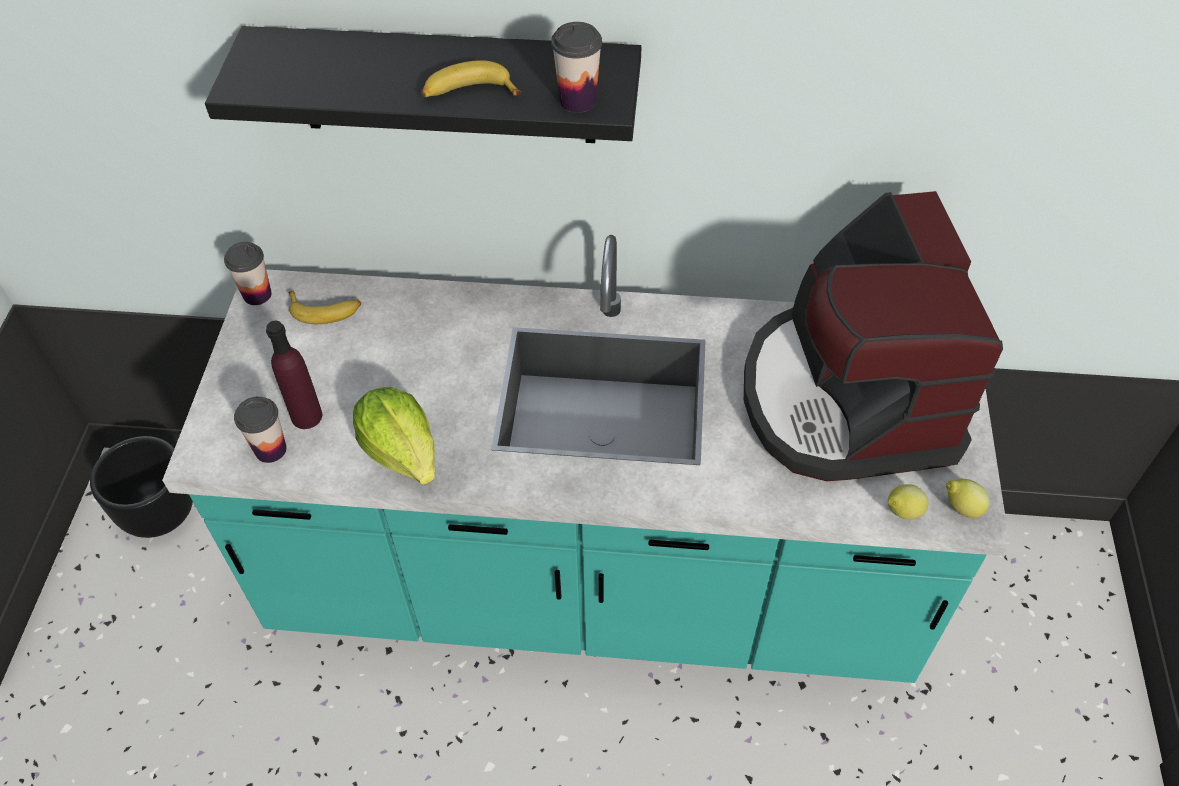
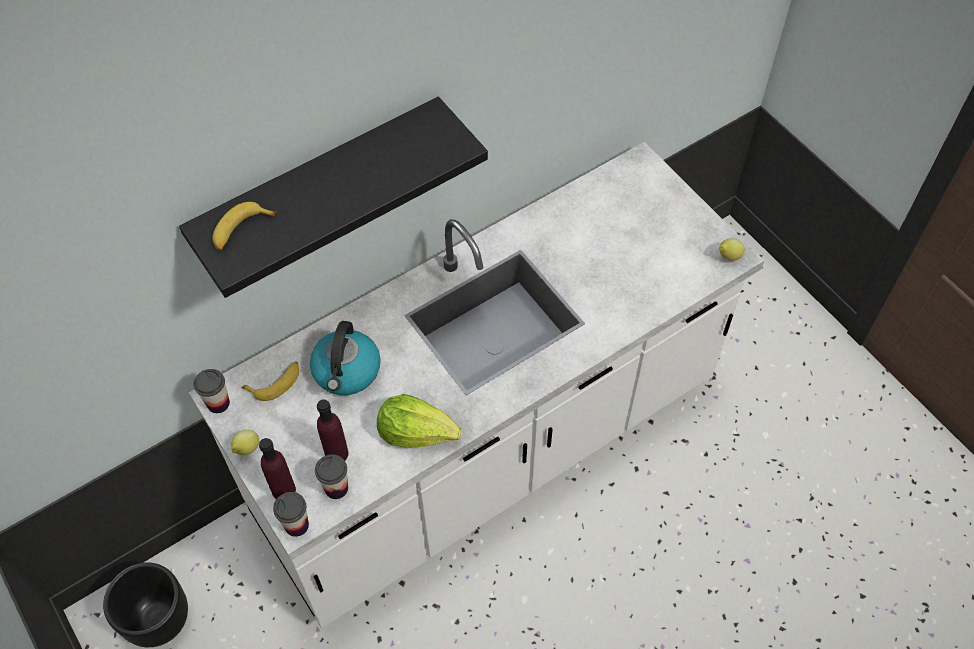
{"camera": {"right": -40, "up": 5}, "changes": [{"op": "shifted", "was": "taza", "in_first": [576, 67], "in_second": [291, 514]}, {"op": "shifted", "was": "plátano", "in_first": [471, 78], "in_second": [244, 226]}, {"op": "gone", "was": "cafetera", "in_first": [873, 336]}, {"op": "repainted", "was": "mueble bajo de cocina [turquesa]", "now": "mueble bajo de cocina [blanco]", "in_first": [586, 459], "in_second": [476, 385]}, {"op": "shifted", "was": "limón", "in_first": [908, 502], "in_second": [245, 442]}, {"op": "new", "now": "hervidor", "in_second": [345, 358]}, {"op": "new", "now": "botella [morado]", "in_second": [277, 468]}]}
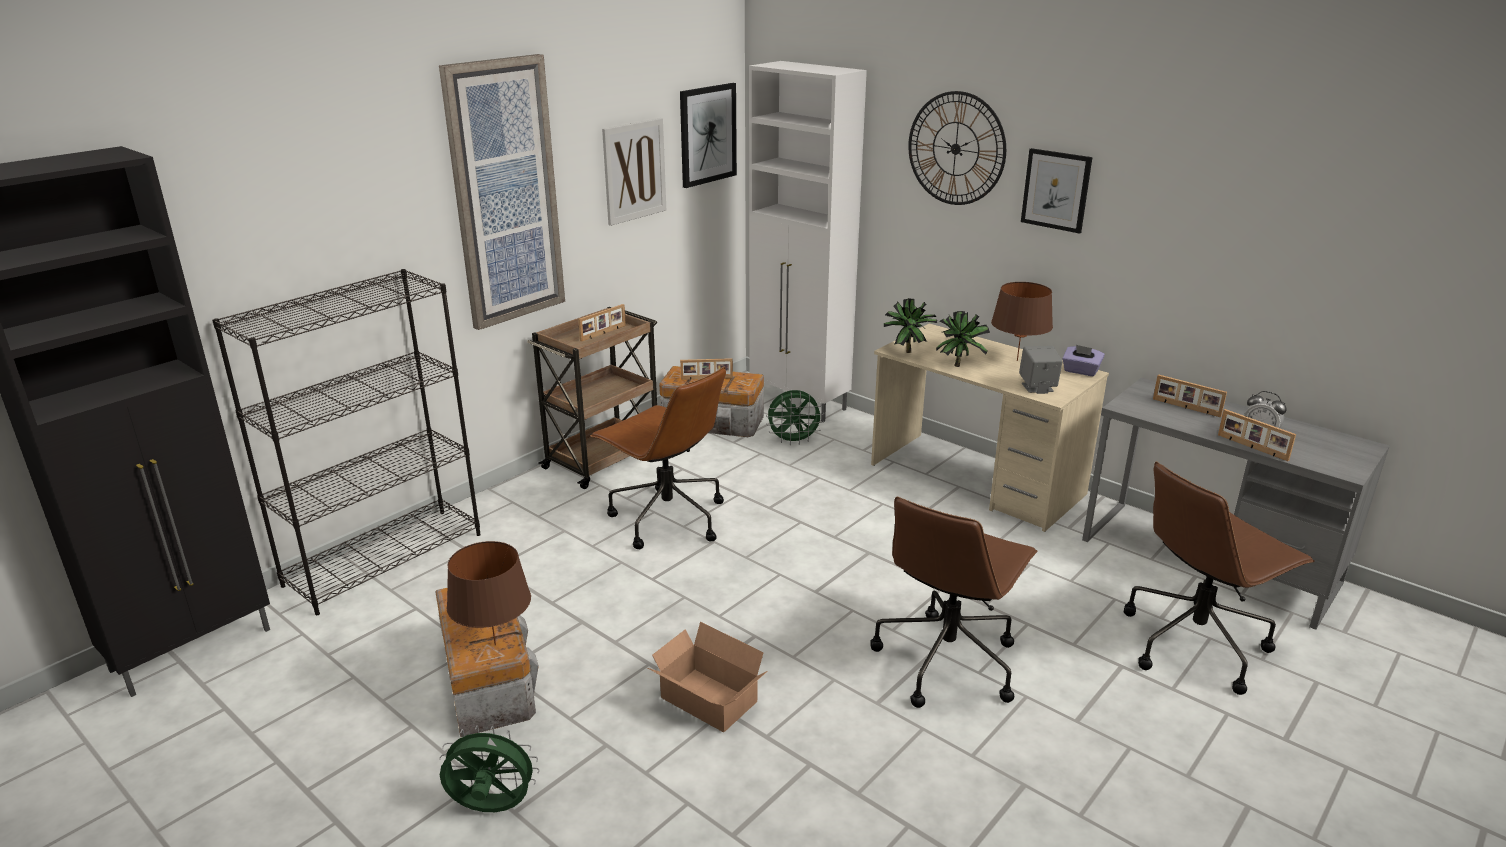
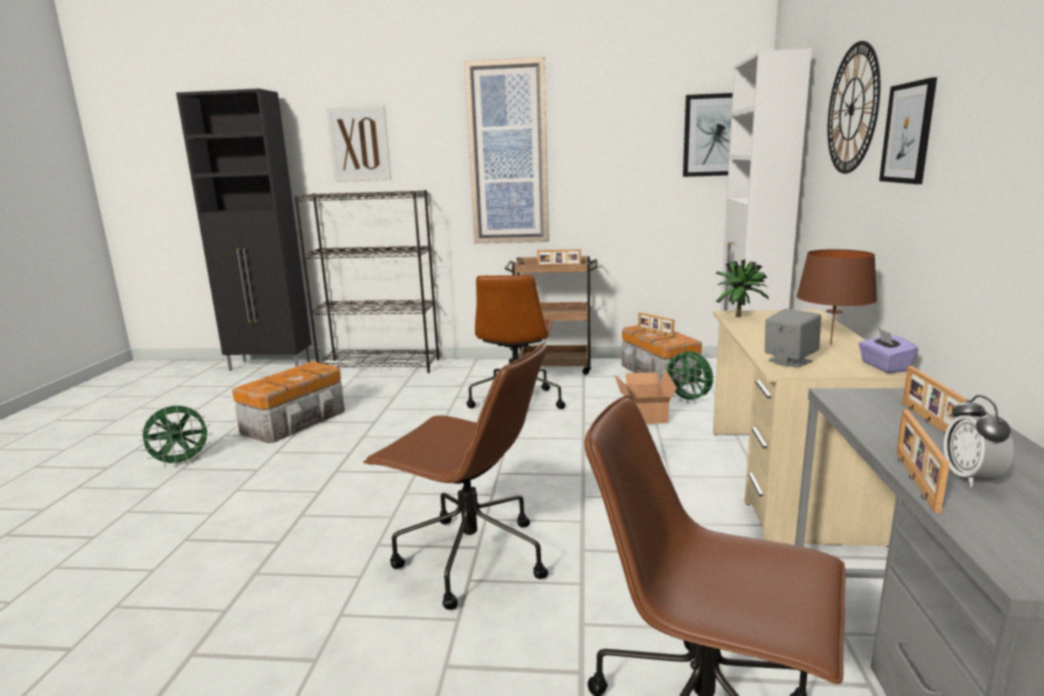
{"camera": {"right": 55, "up": -10}, "changes": [{"op": "shifted", "was": "cuadro", "in_first": [634, 172], "in_second": [358, 143]}, {"op": "gone", "was": "planta en maceta", "in_first": [963, 339]}, {"op": "rotated", "was": "silla de oficina [marrón]", "in_first": [954, 602], "in_second": [455, 476], "clockwise": -150}, {"op": "gone", "was": "lámpara de mesa [marrón]", "in_first": [489, 593]}, {"op": "shifted", "was": "caja de cartón", "in_first": [707, 677], "in_second": [645, 397]}, {"op": "rotated", "was": "ventilador [verde]", "in_first": [489, 768], "in_second": [175, 436], "clockwise": 90}]}
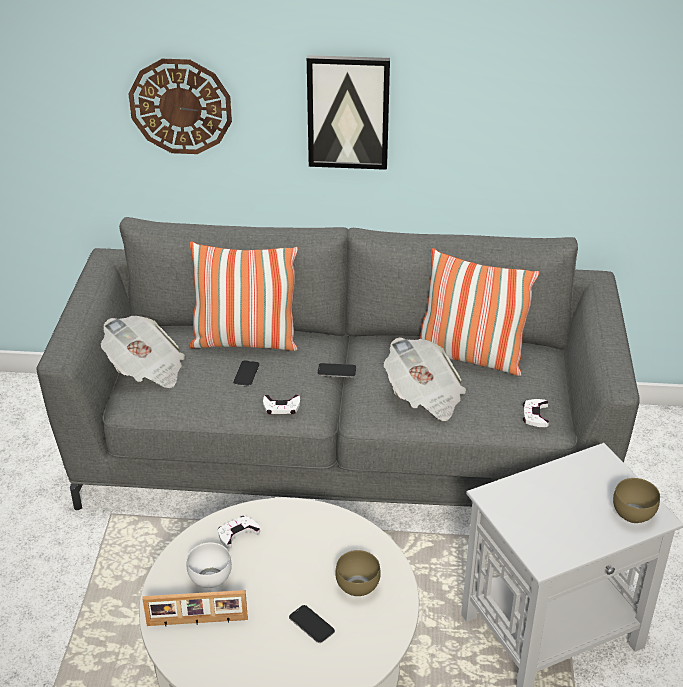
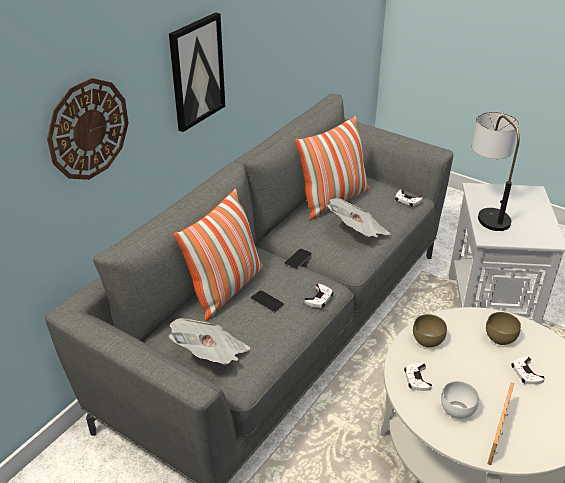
{"camera": {"right": -60, "up": 0}, "changes": [{"op": "shifted", "was": "cuenco [marrón]", "in_first": [636, 500], "in_second": [430, 331]}, {"op": "swapped", "was": "móvil", "now": "mando de consola [blanco]", "in_first": [312, 624], "in_second": [528, 370]}, {"op": "new", "now": "lámpara de mesa", "in_second": [496, 171]}]}
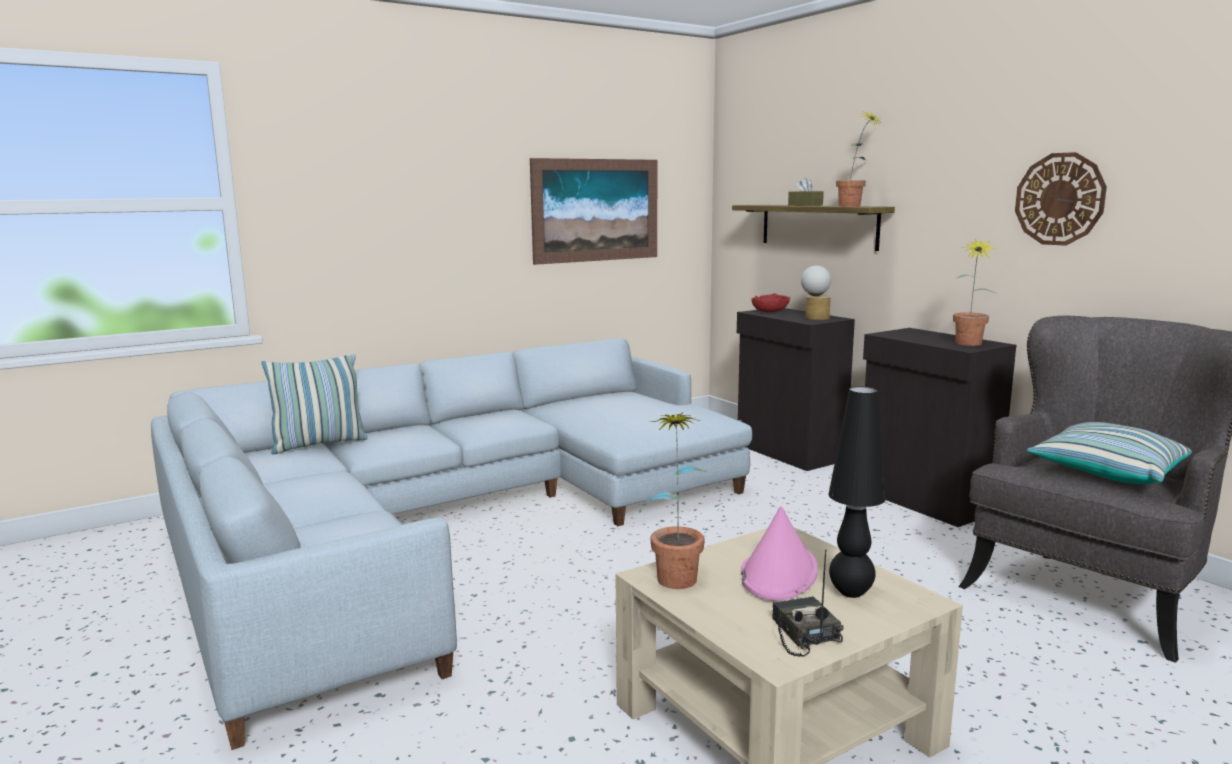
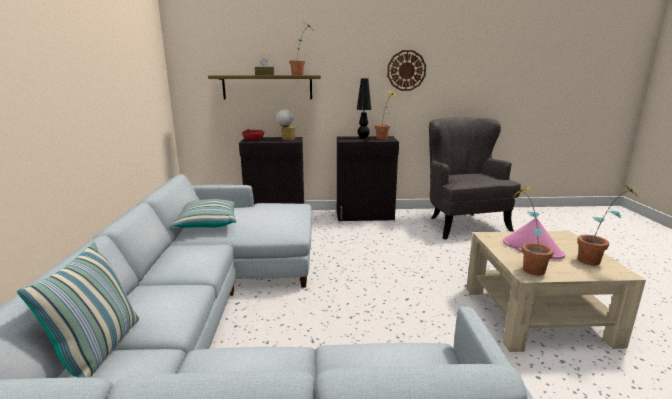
{"camera": {"right": -60, "up": 5}, "changes": [{"op": "gone", "was": "cuadro", "in_first": [593, 211]}, {"op": "shifted", "was": "lámpara de mesa [negro]", "in_first": [857, 492], "in_second": [364, 108]}, {"op": "shifted", "was": "cojín", "in_first": [1109, 453], "in_second": [203, 213]}, {"op": "swapped", "was": "radio", "now": "planta en maceta", "in_first": [808, 603], "in_second": [607, 224]}]}
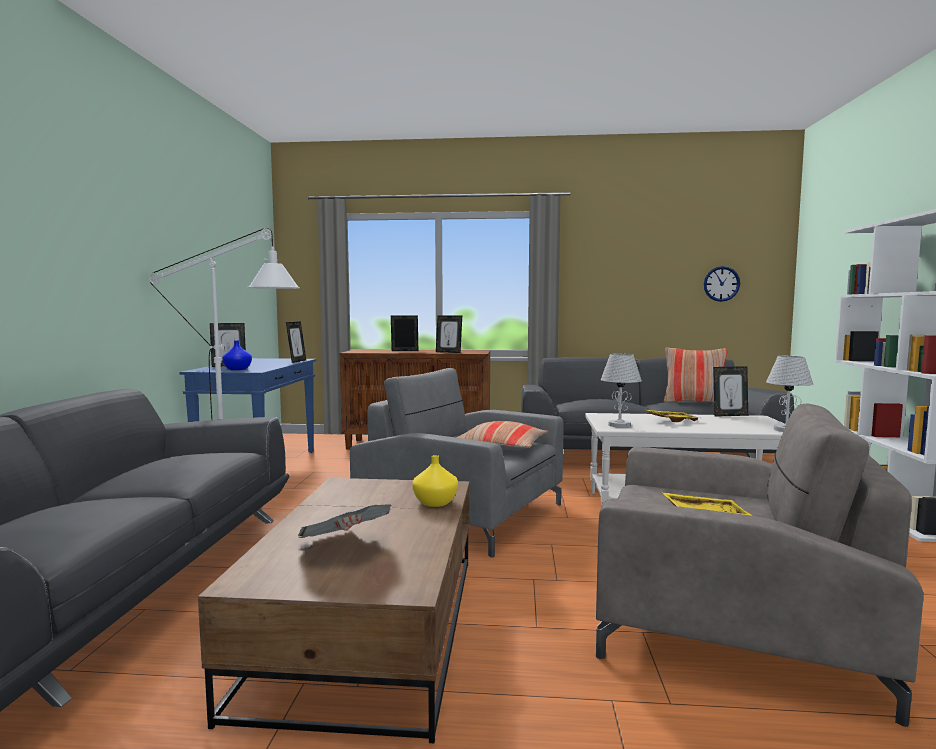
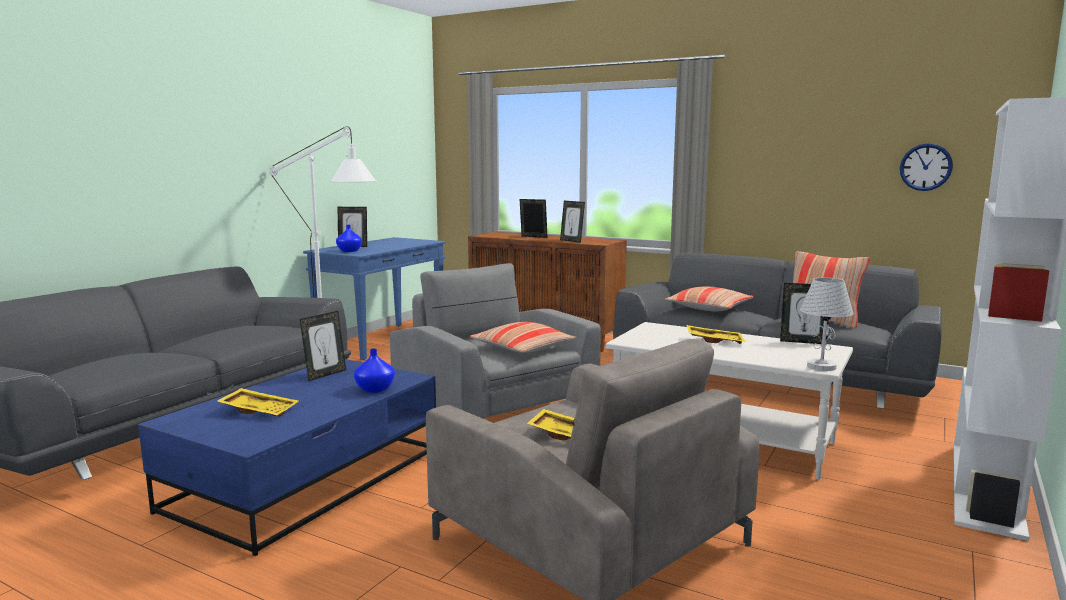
{"camera": {"right": 25, "up": 5}, "changes": [{"op": "shifted", "was": "portarretratos", "in_first": [296, 342], "in_second": [323, 346]}, {"op": "gone", "was": "lámpara de mesa [blanco]", "in_first": [621, 391]}, {"op": "repainted", "was": "florero [amarillo]", "now": "florero [azul]", "in_first": [435, 481], "in_second": [374, 370]}, {"op": "repainted", "was": "mesa de centro [marrón]", "now": "mesa de centro [azul]", "in_first": [334, 610], "in_second": [287, 457]}, {"op": "swapped", "was": "periódico", "now": "bandeja [amarillo]", "in_first": [345, 521], "in_second": [258, 402]}, {"op": "new", "now": "cojín", "in_second": [709, 299]}]}
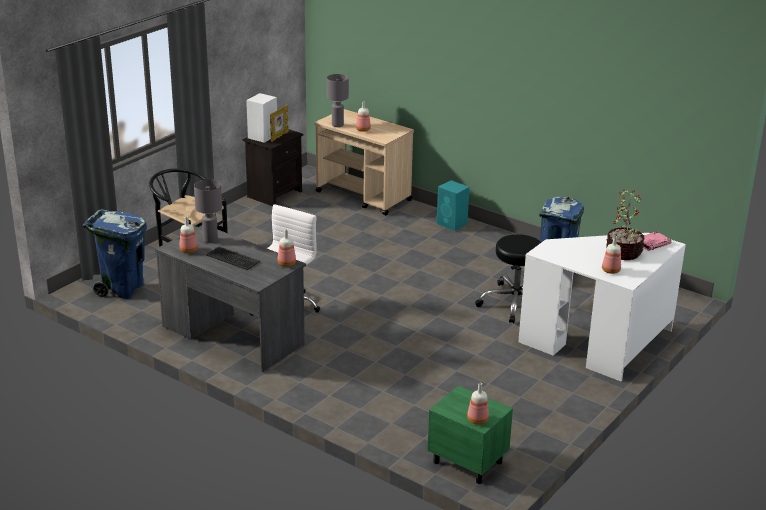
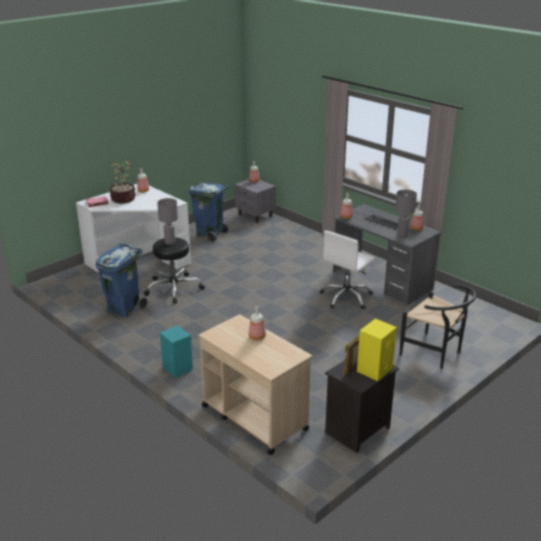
{"camera": {"right": -170, "up": 0}, "changes": [{"op": "shifted", "was": "lámpara de mesa [gris]", "in_first": [338, 100], "in_second": [167, 221]}, {"op": "repainted", "was": "altavoz [blanco]", "now": "altavoz [amarillo]", "in_first": [261, 118], "in_second": [377, 350]}, {"op": "shifted", "was": "papelera [azul]", "in_first": [114, 254], "in_second": [209, 212]}, {"op": "repainted", "was": "mesita de noche [verde]", "now": "mesita de noche [gris]", "in_first": [470, 434], "in_second": [255, 201]}]}
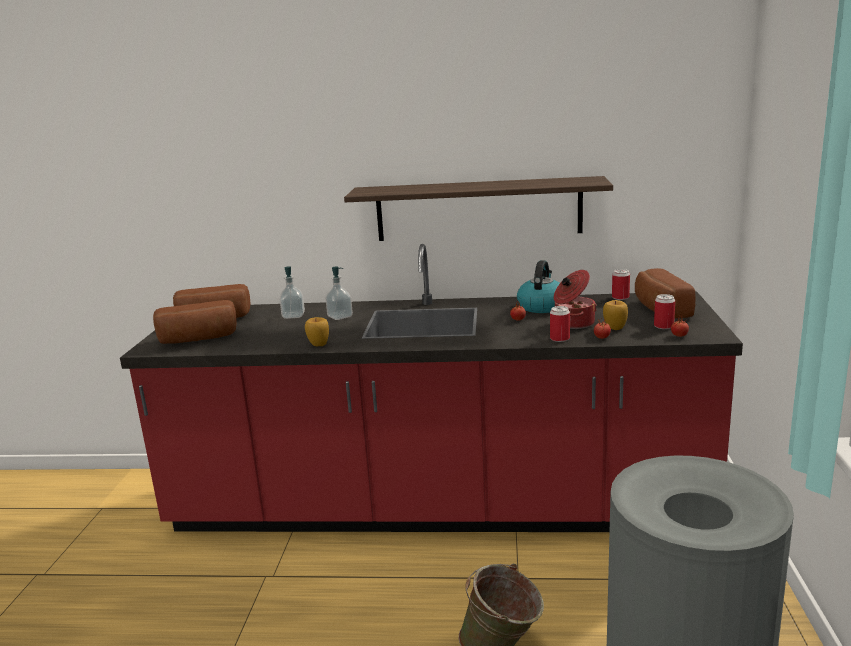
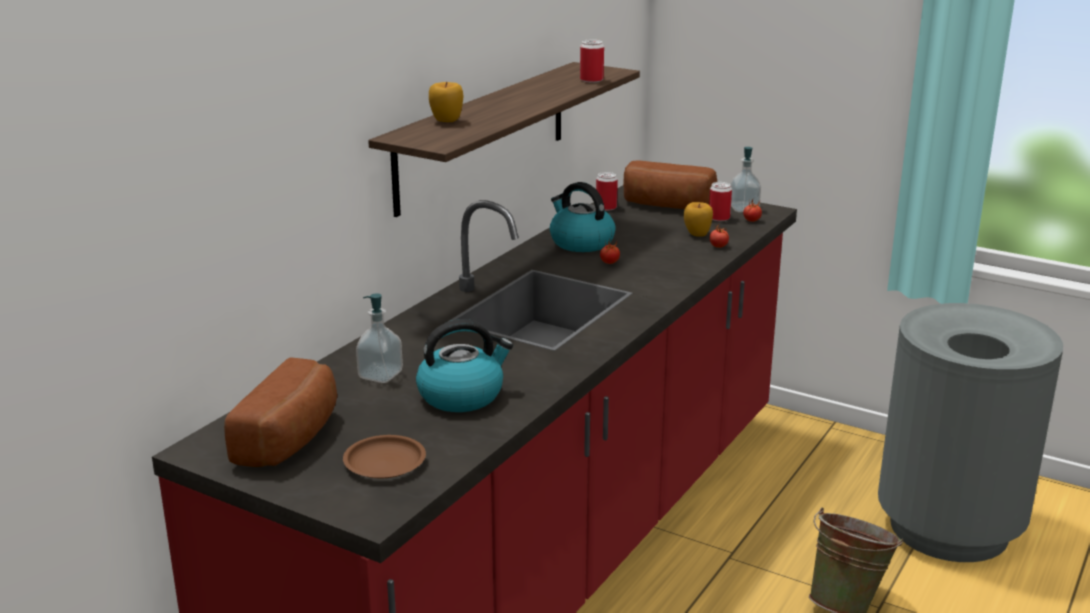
{"camera": {"right": -65, "up": 5}, "changes": [{"op": "shifted", "was": "dispensador de jabón", "in_first": [339, 293], "in_second": [745, 179]}, {"op": "gone", "was": "olla", "in_first": [575, 299]}, {"op": "swapped", "was": "pan", "now": "plato [marrón]", "in_first": [195, 322], "in_second": [384, 456]}, {"op": "shifted", "was": "lata", "in_first": [560, 324], "in_second": [592, 61]}, {"op": "shifted", "was": "manzana", "in_first": [317, 332], "in_second": [446, 102]}, {"op": "new", "now": "hervidor", "in_second": [464, 365]}]}
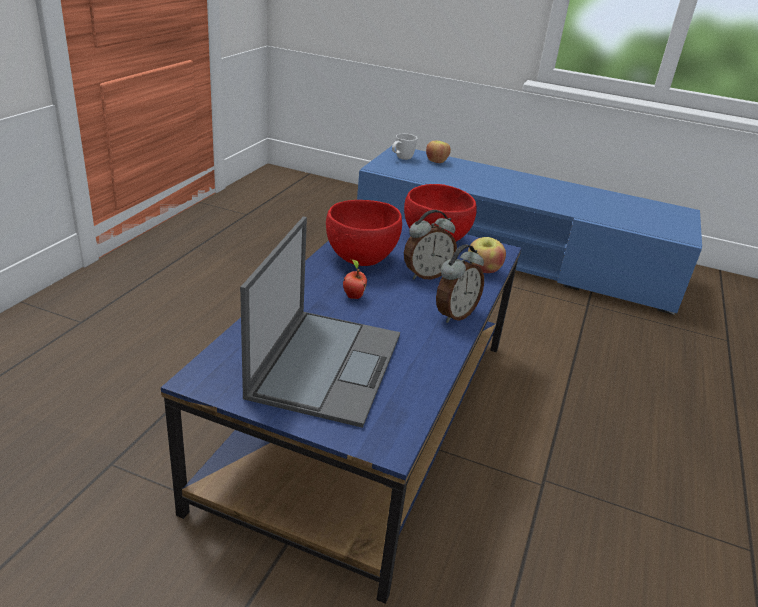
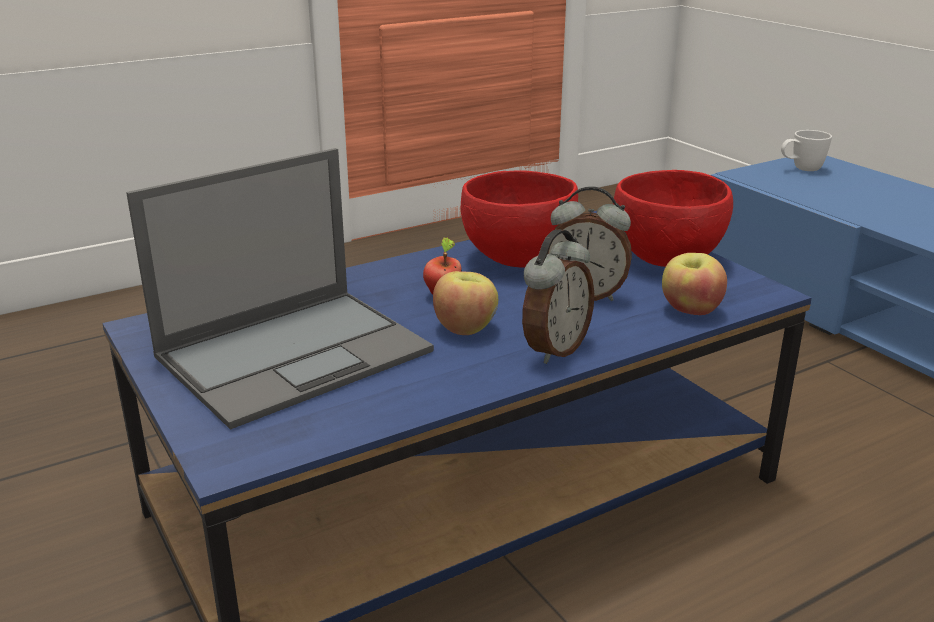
{"camera": {"right": 40, "up": -5}, "changes": [{"op": "shifted", "was": "manzana", "in_first": [438, 152], "in_second": [465, 303]}, {"op": "rotated", "was": "despertador", "in_first": [460, 283], "in_second": [558, 296], "clockwise": -45}]}
